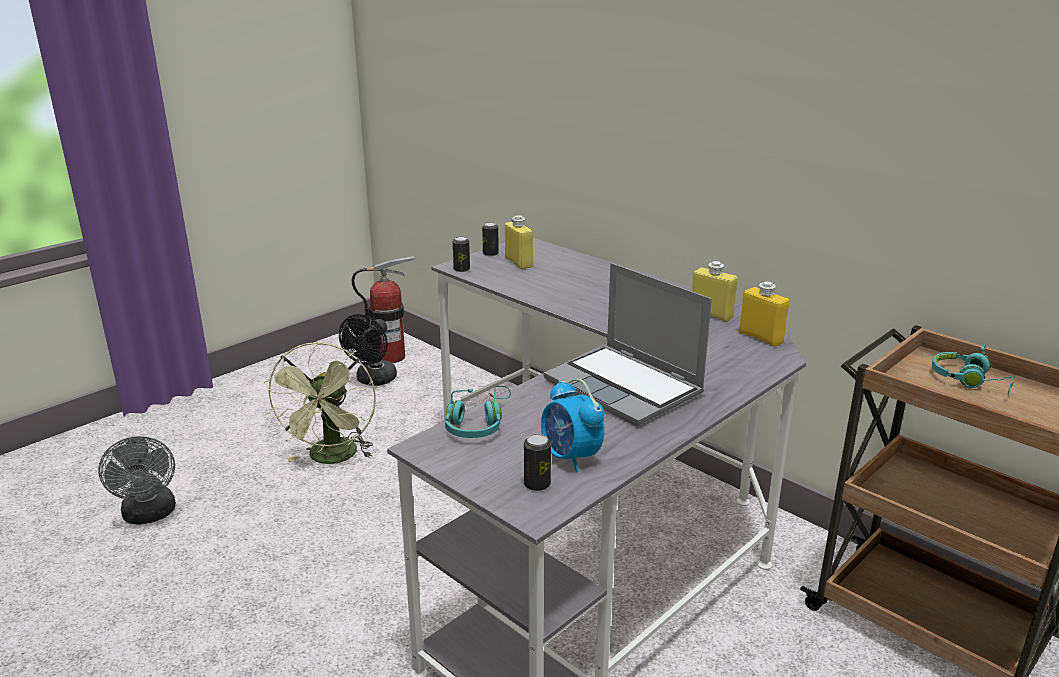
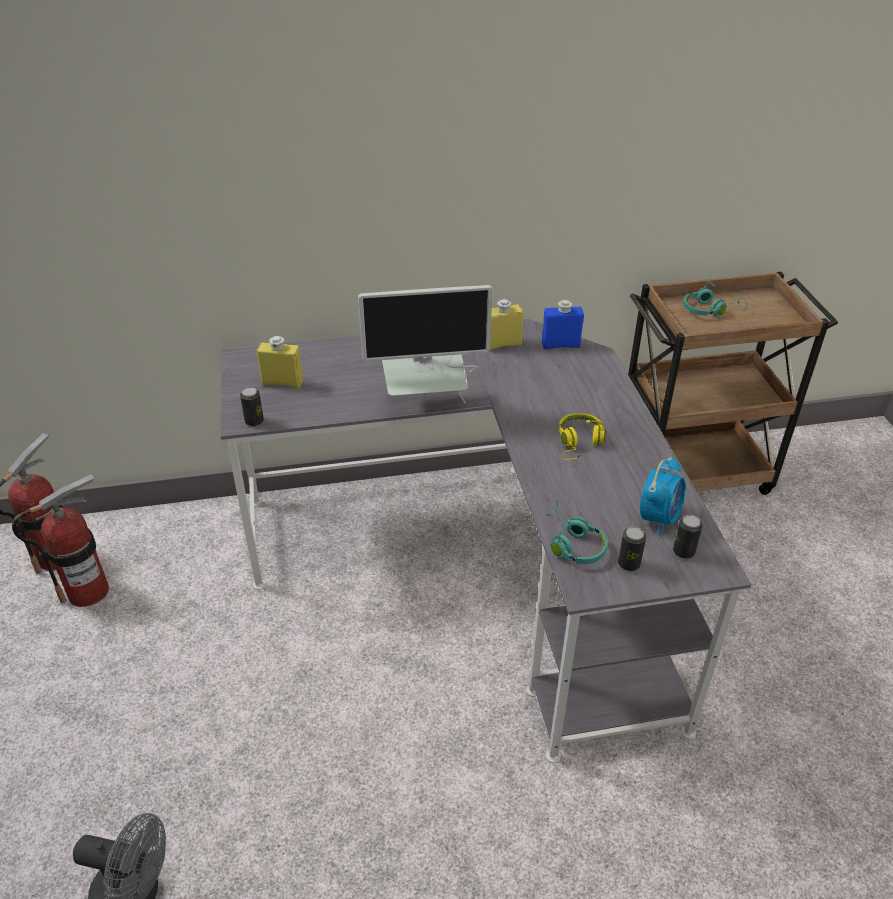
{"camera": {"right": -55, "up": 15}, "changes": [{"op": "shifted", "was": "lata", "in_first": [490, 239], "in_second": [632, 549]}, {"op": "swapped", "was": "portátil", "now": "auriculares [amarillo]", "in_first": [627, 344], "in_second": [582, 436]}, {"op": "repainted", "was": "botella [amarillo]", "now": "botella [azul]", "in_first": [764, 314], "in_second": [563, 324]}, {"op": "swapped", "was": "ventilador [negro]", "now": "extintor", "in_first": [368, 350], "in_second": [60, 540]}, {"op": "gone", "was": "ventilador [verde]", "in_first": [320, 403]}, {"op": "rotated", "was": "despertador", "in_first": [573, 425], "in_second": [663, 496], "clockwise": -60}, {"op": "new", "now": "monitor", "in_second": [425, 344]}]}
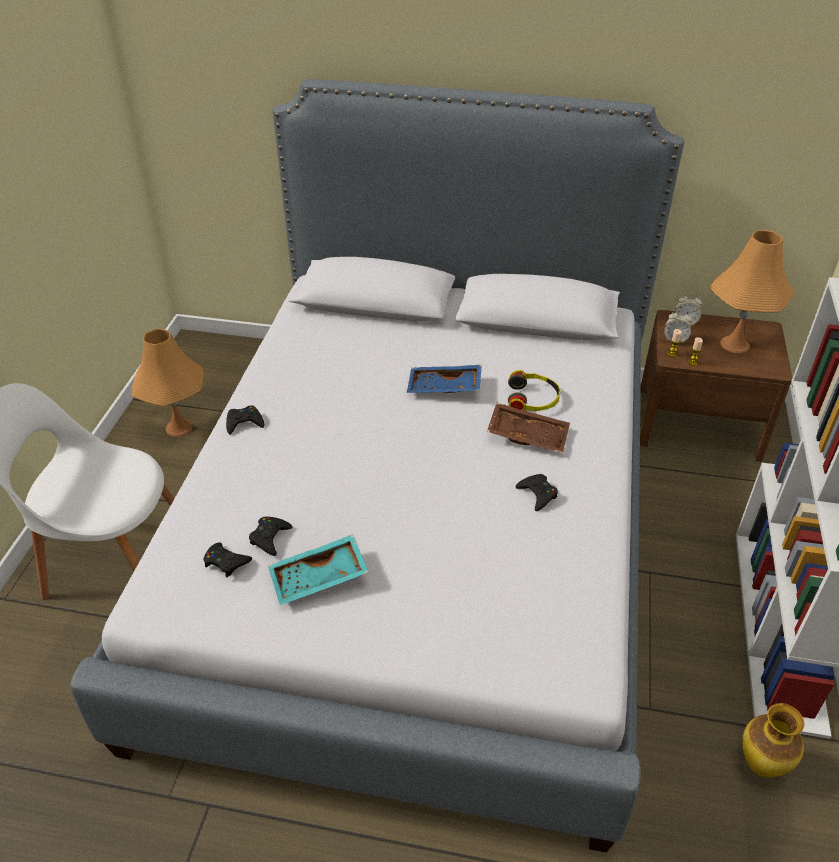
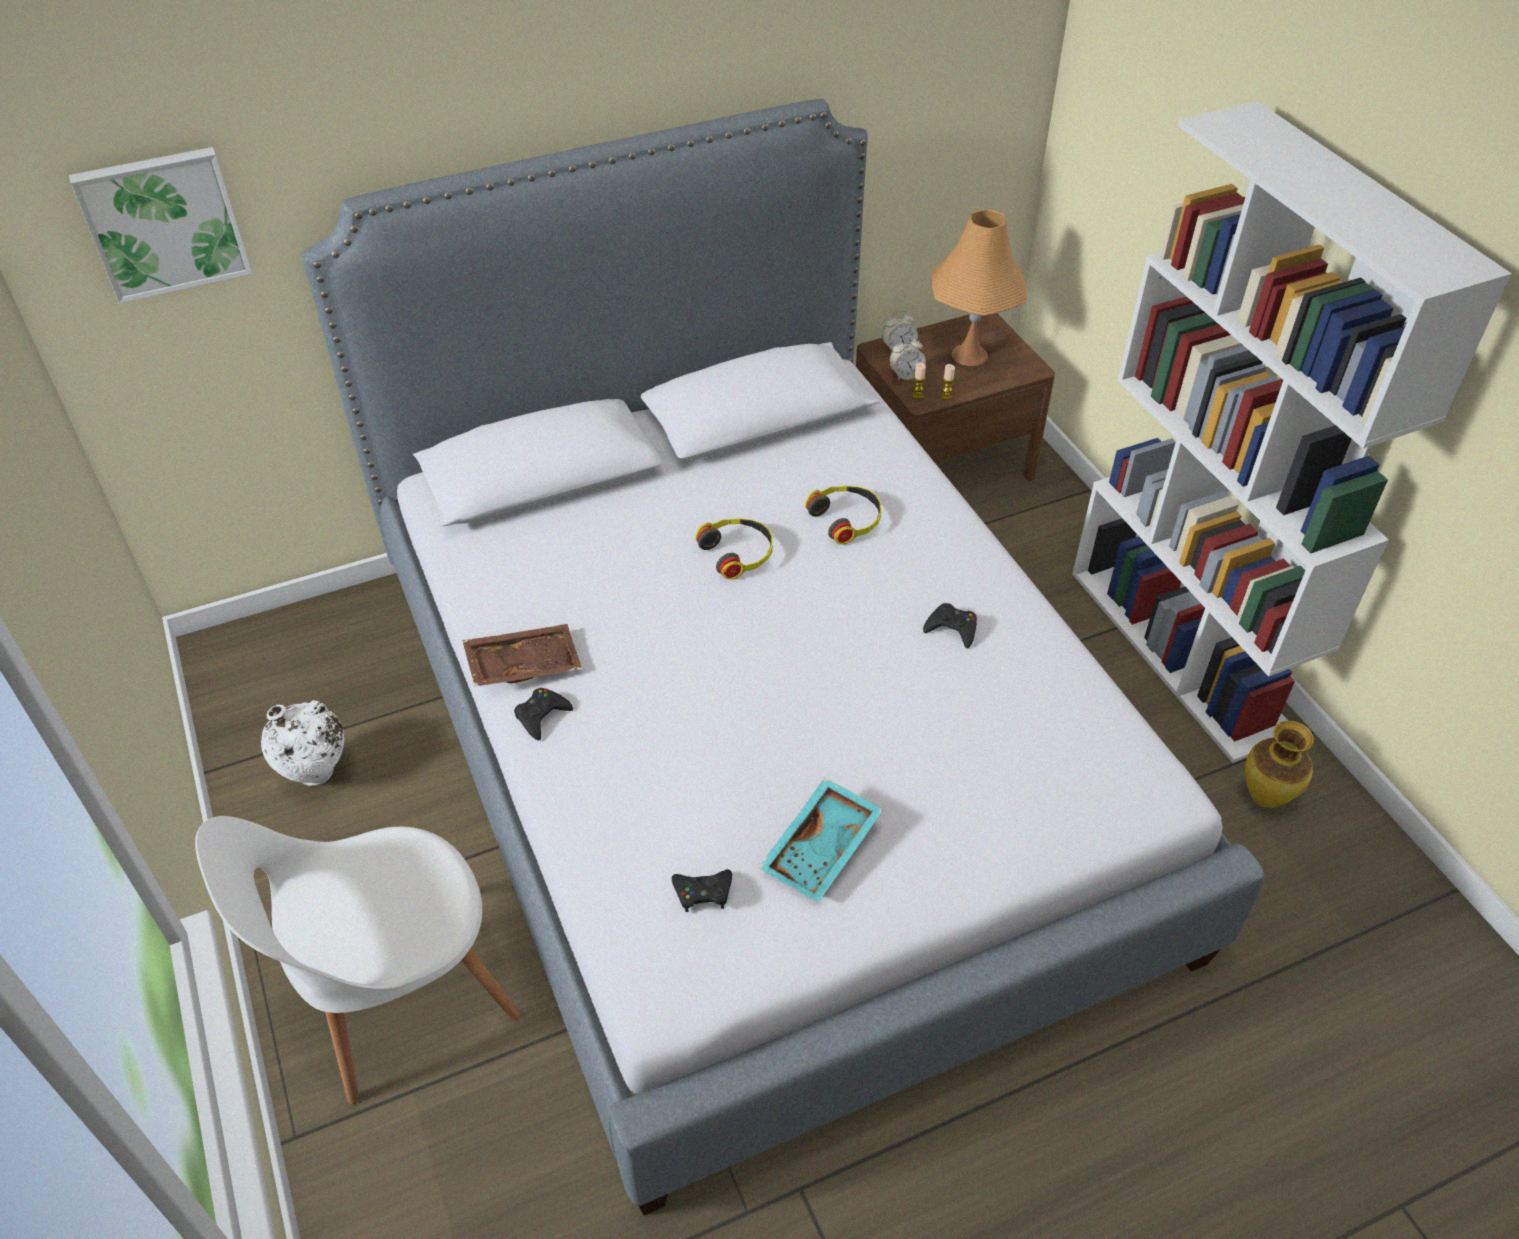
{"camera": {"right": -35, "up": 5}, "changes": [{"op": "swapped", "was": "lámpara de mesa [naranja]", "now": "florero [blanco]", "in_first": [167, 383], "in_second": [302, 743]}, {"op": "swapped", "was": "bandeja [azul]", "now": "auriculares", "in_first": [444, 379], "in_second": [734, 548]}, {"op": "shifted", "was": "bandeja [marrón]", "in_first": [528, 428], "in_second": [522, 655]}, {"op": "gone", "was": "mando de consola [negro]", "in_first": [270, 536]}, {"op": "new", "now": "cuadro", "in_second": [161, 225]}]}
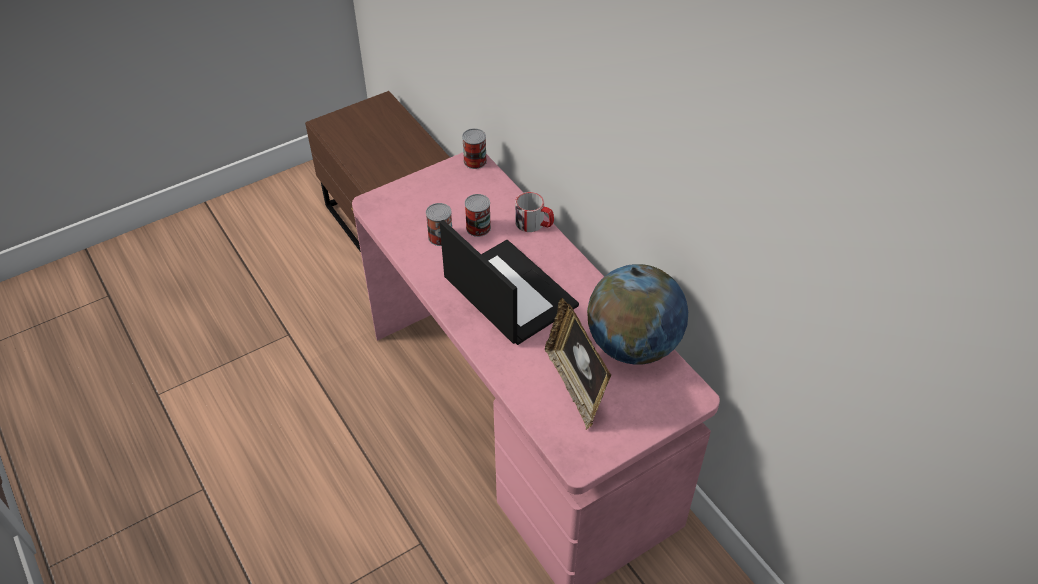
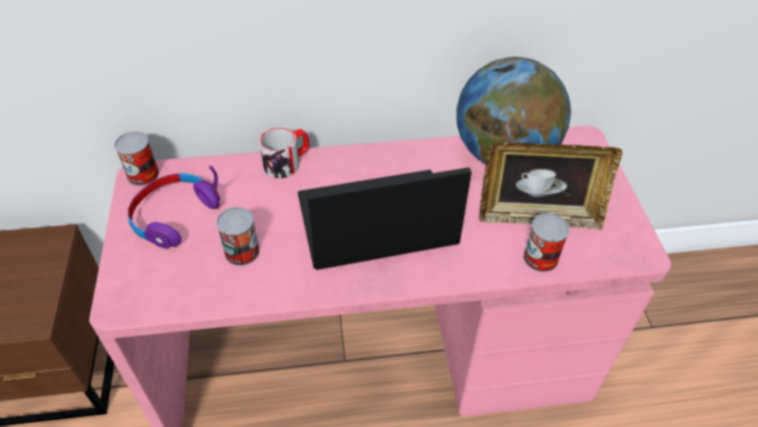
{"camera": {"right": -65, "up": 0}, "changes": [{"op": "shifted", "was": "lata", "in_first": [478, 215], "in_second": [546, 242]}, {"op": "new", "now": "auriculares [morado]", "in_second": [174, 207]}]}
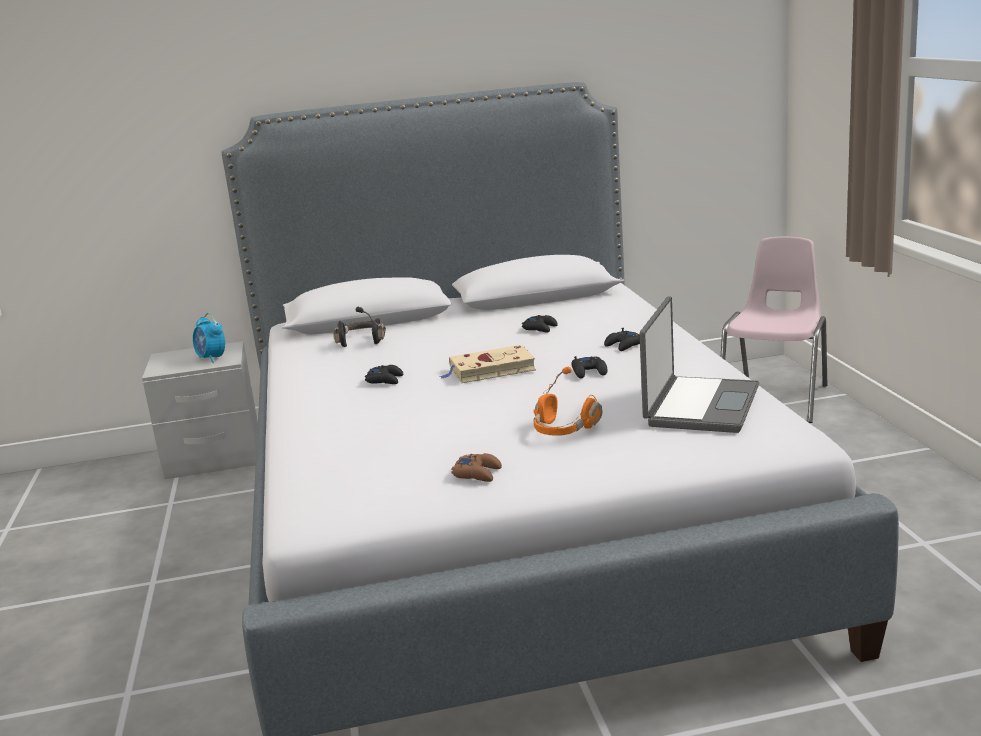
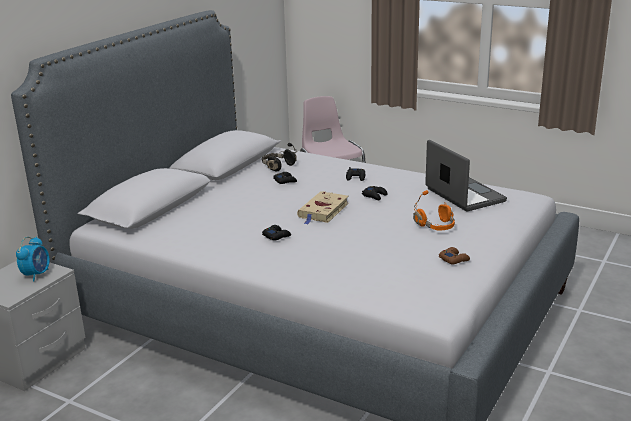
{"camera": {"right": -50, "up": 5}, "changes": [{"op": "shifted", "was": "auriculares [negro]", "in_first": [359, 327], "in_second": [279, 157]}, {"op": "rotated", "was": "despertador", "in_first": [209, 338], "in_second": [33, 259], "clockwise": -75}]}
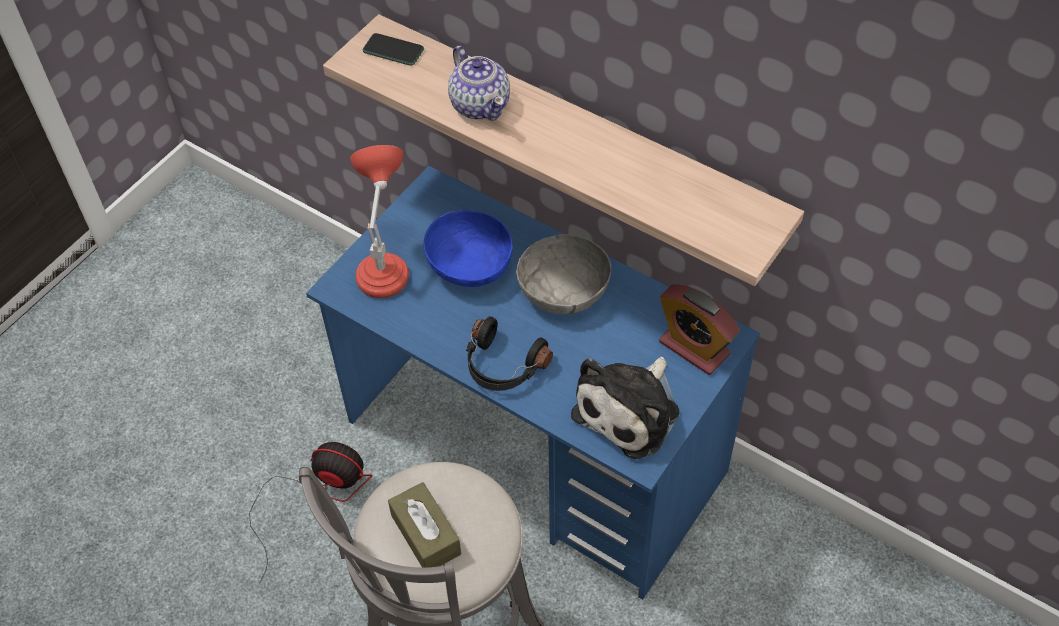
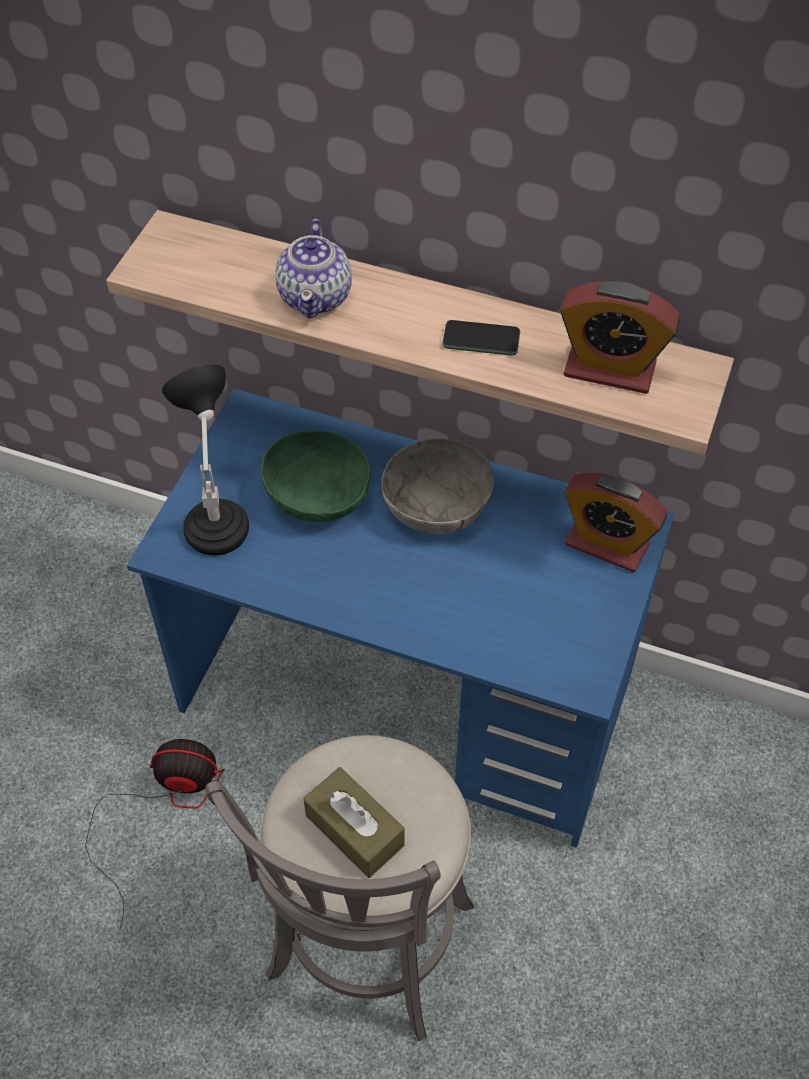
{"camera": {"right": -15, "up": 0}, "changes": [{"op": "shifted", "was": "móvil", "in_first": [393, 49], "in_second": [481, 338]}, {"op": "rotated", "was": "tetera", "in_first": [479, 83], "in_second": [314, 268], "clockwise": 45}, {"op": "repainted", "was": "lámpara de mesa [rojo]", "now": "lámpara de mesa [negro]", "in_first": [379, 221], "in_second": [205, 460]}, {"op": "repainted", "was": "cuenco [azul]", "now": "cuenco [verde]", "in_first": [468, 248], "in_second": [316, 476]}, {"op": "gone", "was": "auriculares [negro]", "in_first": [509, 353]}, {"op": "gone", "was": "peluche", "in_first": [625, 408]}, {"op": "new", "now": "despertador", "in_second": [620, 337]}]}
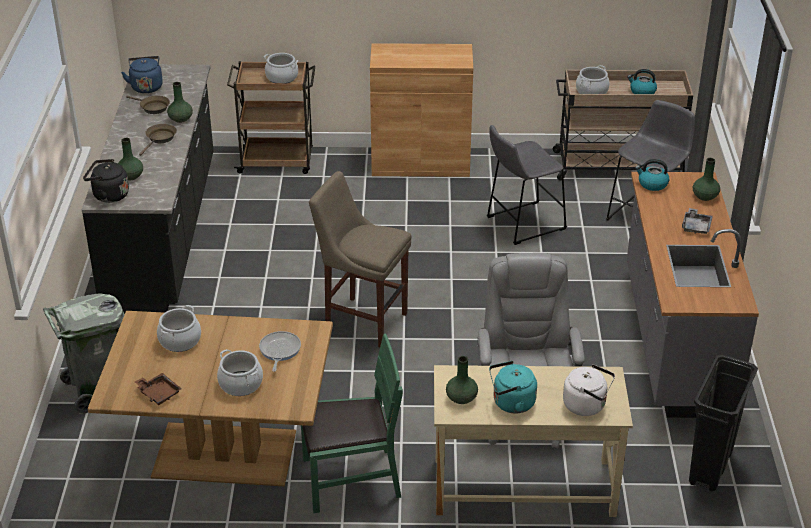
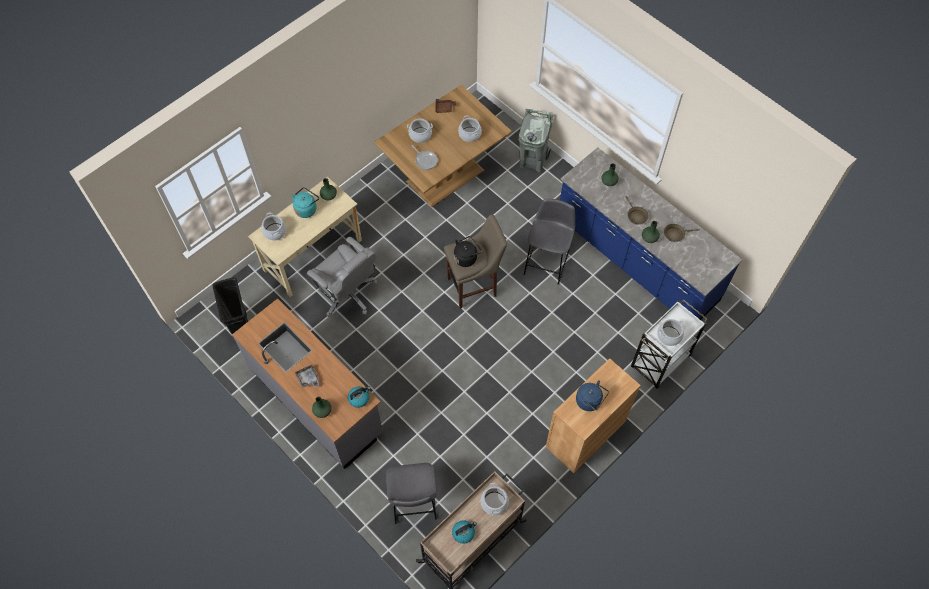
{"camera": {"right": 135, "up": 25}, "changes": [{"op": "shifted", "was": "hervidor [azul]", "in_first": [142, 74], "in_second": [592, 395]}, {"op": "repainted", "was": "carrito [marrón]", "now": "carrito [blanco]", "in_first": [271, 117], "in_second": [669, 344]}, {"op": "repainted", "was": "mueble bajo de cocina [negro]", "now": "mueble bajo de cocina [azul]", "in_first": [148, 189], "in_second": [651, 233]}, {"op": "shifted", "was": "taburete [gris]", "in_first": [526, 185], "in_second": [549, 242]}, {"op": "shifted", "was": "hervidor [negro]", "in_first": [106, 181], "in_second": [468, 251]}, {"op": "gone", "was": "silla [verde]", "in_first": [352, 423]}, {"op": "swapped", "was": "hervidor [blanco]", "now": "olla", "in_first": [589, 390], "in_second": [274, 226]}]}
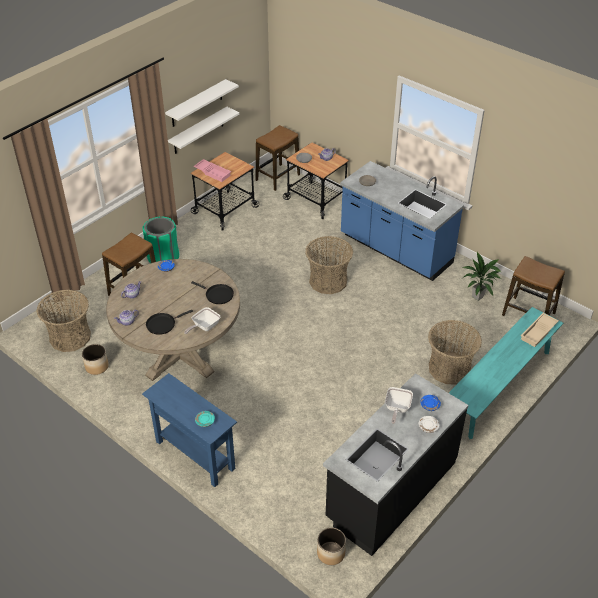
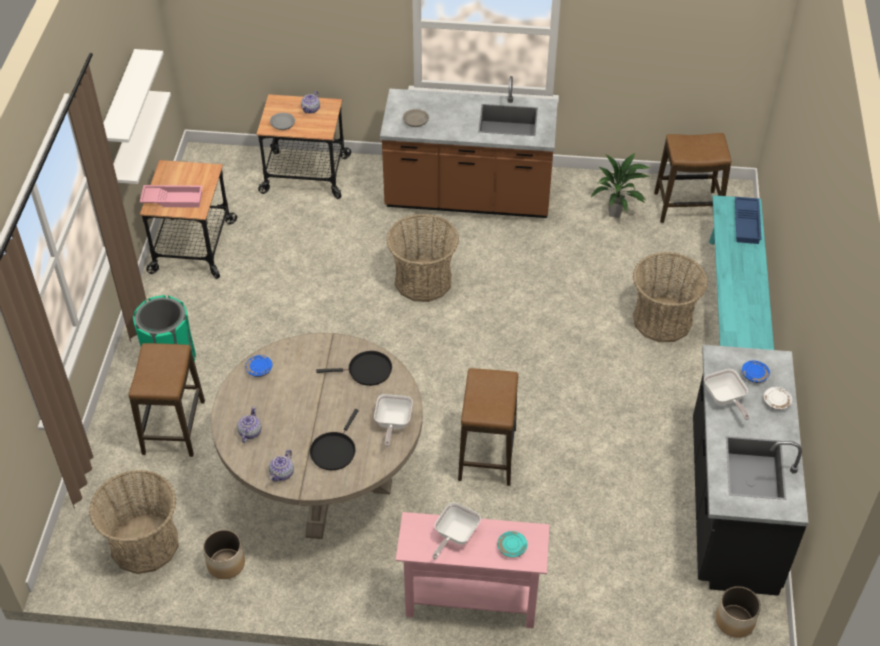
{"camera": {"right": -35, "up": 5}, "changes": [{"op": "shifted", "was": "taburete", "in_first": [278, 158], "in_second": [488, 427]}, {"op": "repainted", "was": "mueble bajo de cocina [azul]", "now": "mueble bajo de cocina [marrón]", "in_first": [402, 221], "in_second": [469, 147]}, {"op": "repainted", "was": "bandeja [beis]", "now": "bandeja [azul]", "in_first": [539, 330], "in_second": [748, 220]}, {"op": "repainted", "was": "mesa consola [azul]", "now": "mesa consola [rosa]", "in_first": [189, 430], "in_second": [473, 570]}, {"op": "new", "now": "sartén", "in_second": [456, 531]}]}
